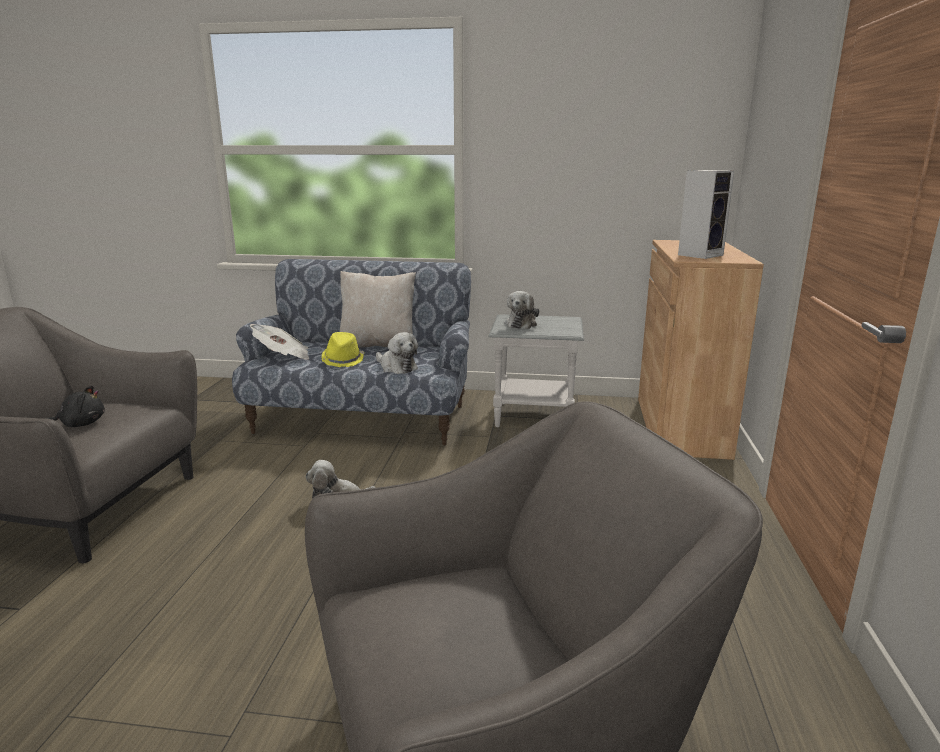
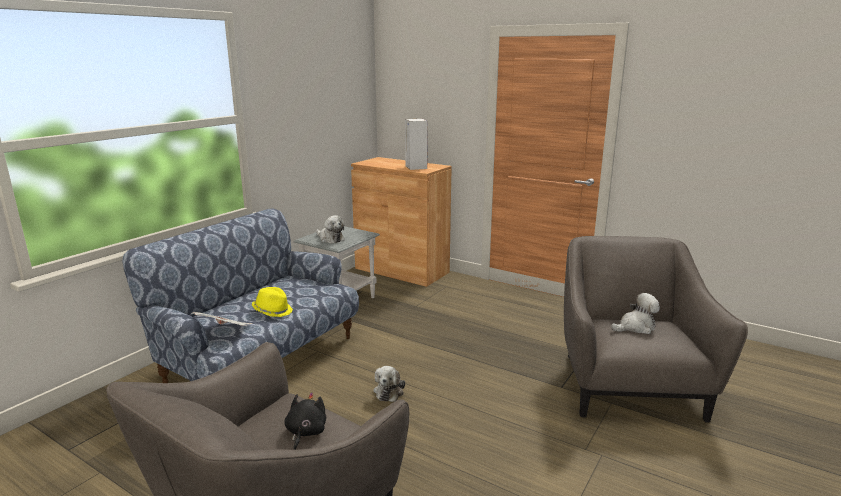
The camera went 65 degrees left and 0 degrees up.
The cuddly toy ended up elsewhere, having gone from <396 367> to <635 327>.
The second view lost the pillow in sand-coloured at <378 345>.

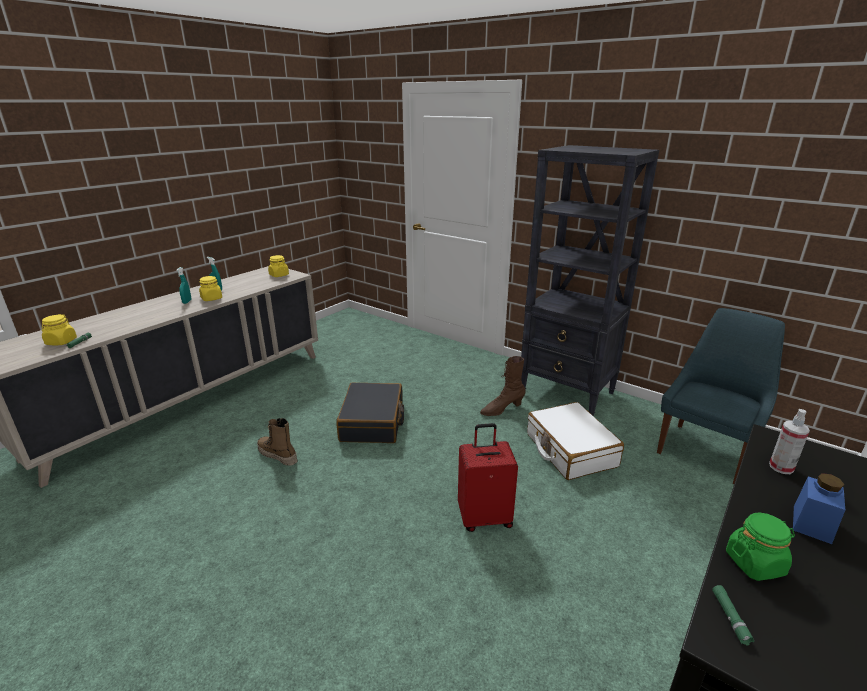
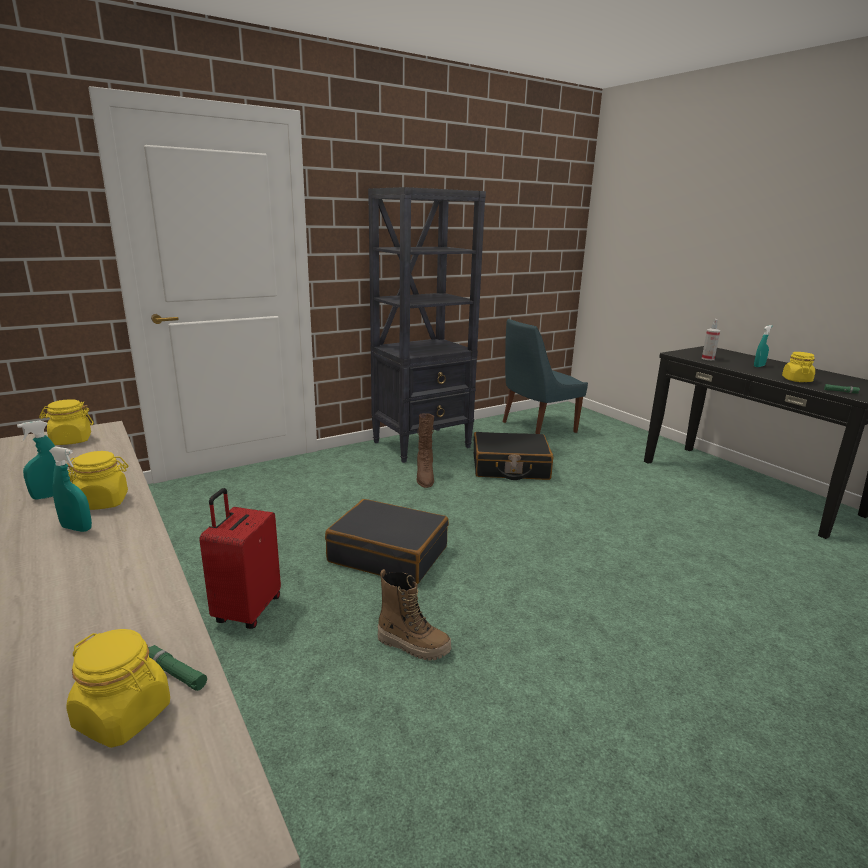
The camera went 70 degrees left and 5 degrees down.
The travel case in red ended up elsewhere, having gone from <484 517> to <246 610>.
The tall boot at <277 455> ended up facing another way, 120 degrees counterclockwise from before.
What was the travel case in whitish at <570 450> turned into the travel case in blackish at <510 467>.
The plain chair in blue-coloured at <706 451> ended up facing another way, 90 degrees counterclockwise from before.
Where the storage jar in blue-coloured stood at <812 524>, the spray bottle in turquoise came to stand at <759 366>.
What was the storage jar in green-coloured at <754 563> turned into the storage jar in yellowish at <796 380>.

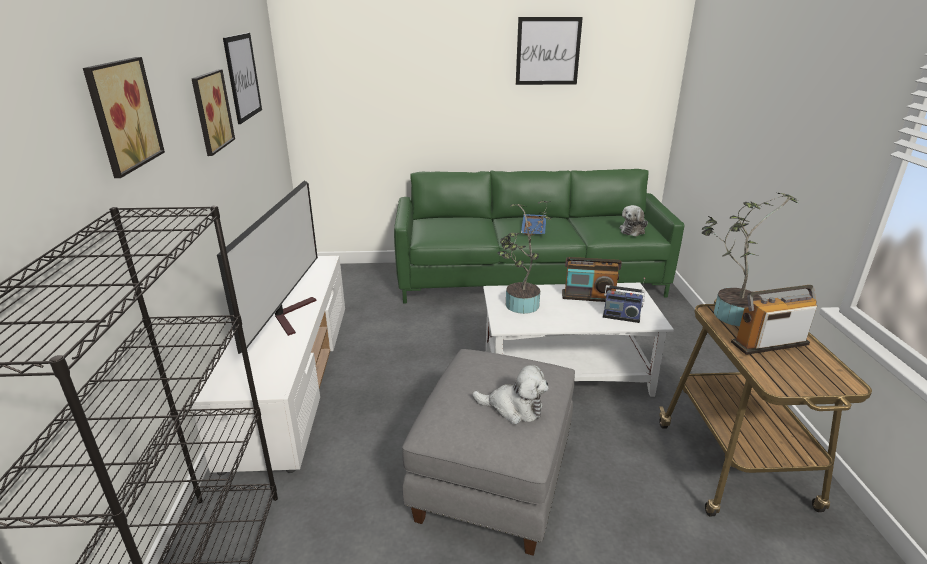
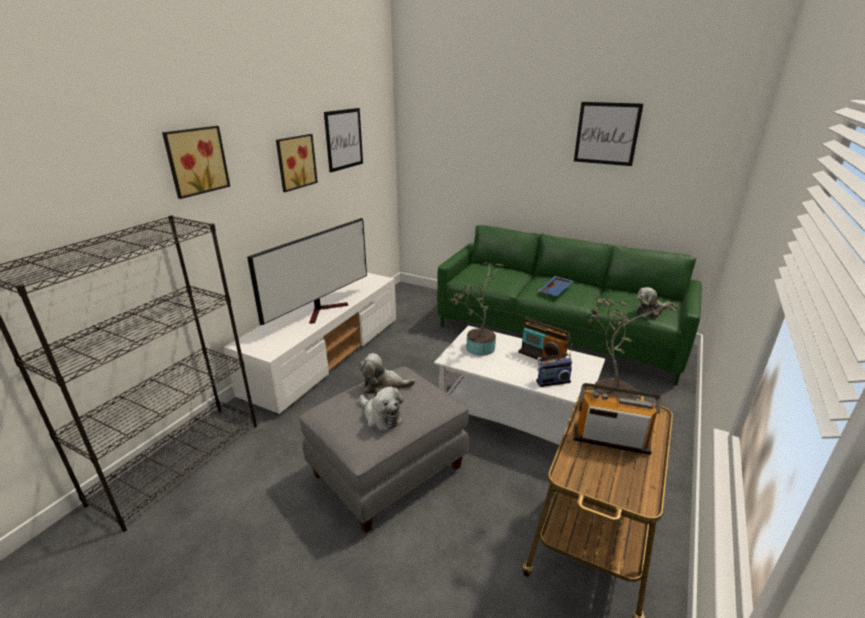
The camera went 30 degrees right and 0 degrees up.
The second view gained the cuddly toy at <384 386>.
The radio at <621 316> ended up facing another way, 60 degrees counterclockwise from before.

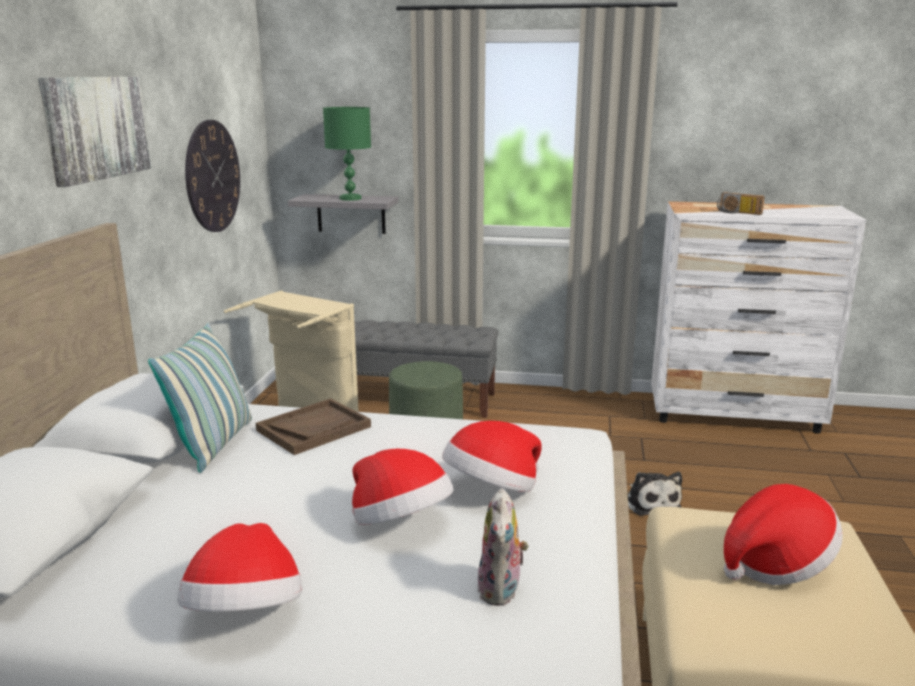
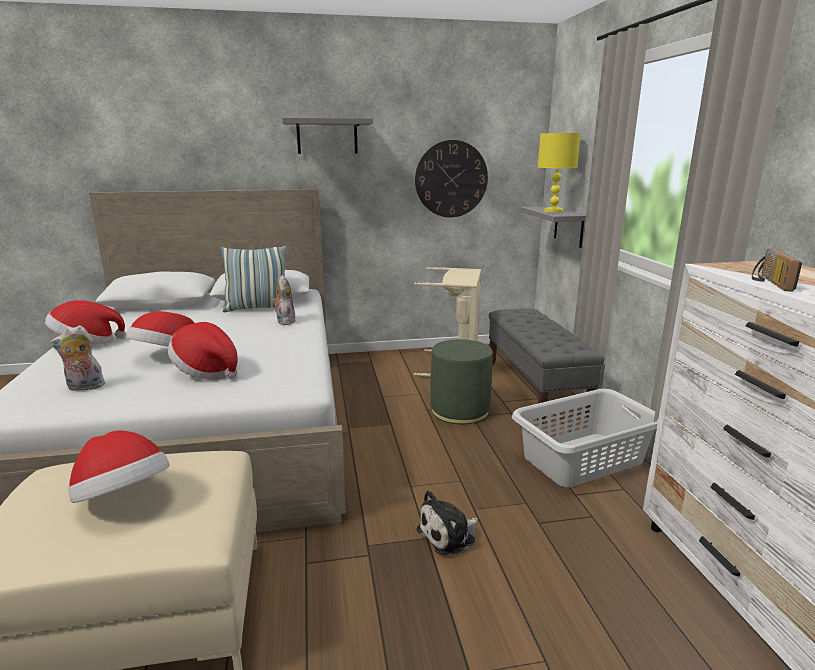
The camera went 70 degrees right and 0 degrees up.
Where the tray in brown stood at <314 428>, the cuddly toy came to stand at <284 321>.
Where the picture hung at <96 128>, the wall shelf in grey came to hang at <327 136>.
The second view gained the washing basket in grey at <581 459>.
What was the table lamp in green-coloured at <350 198> turned into the table lamp in yellowish at <553 211>.

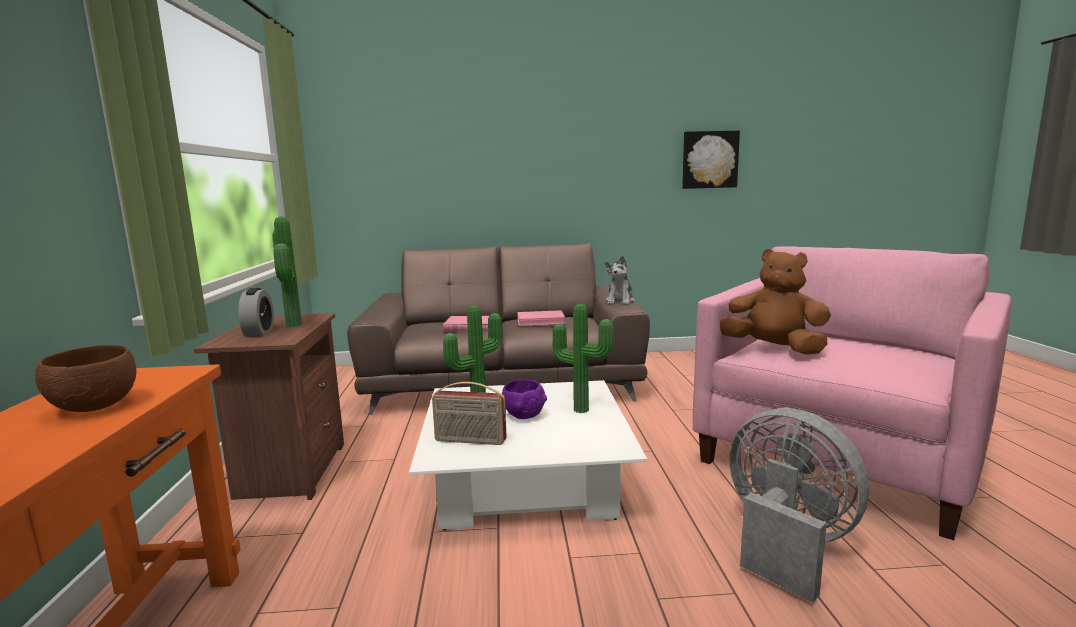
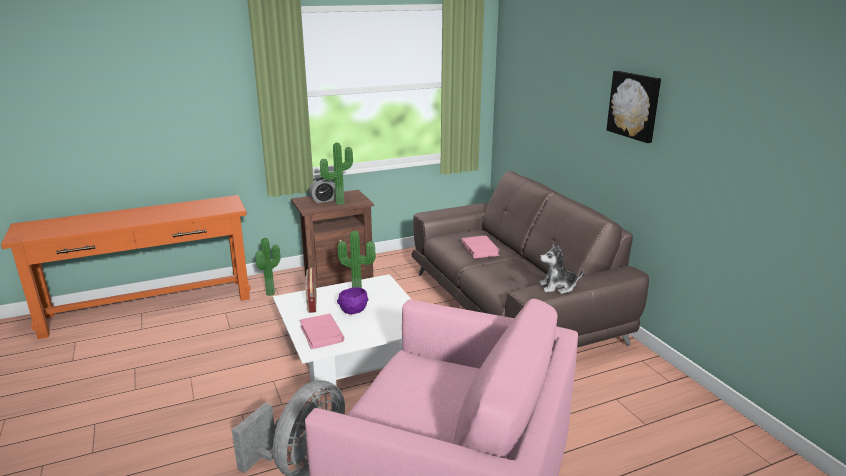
The camera went 70 degrees right and 10 degrees up.
The houseplant ended up elsewhere, having gone from <582 409> to <272 294>.
The book in pink-coloured ended up elsewhere, having gone from <541 321> to <321 334>.
The picture ended up elsewhere, having gone from <709 160> to <634 105>.
The second view lost the bowl in brown at <93 407>.
The second view lost the cuddly toy in brown at <773 349>.

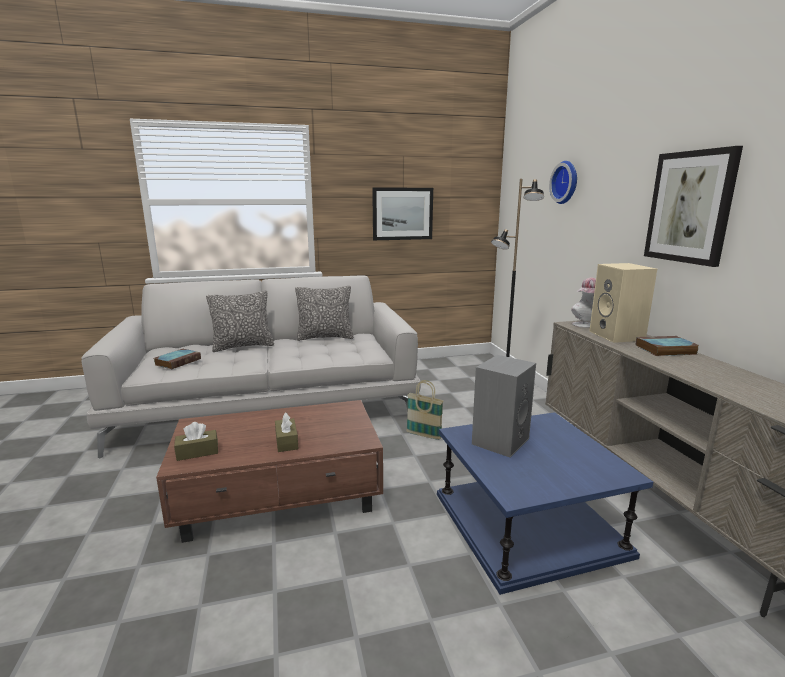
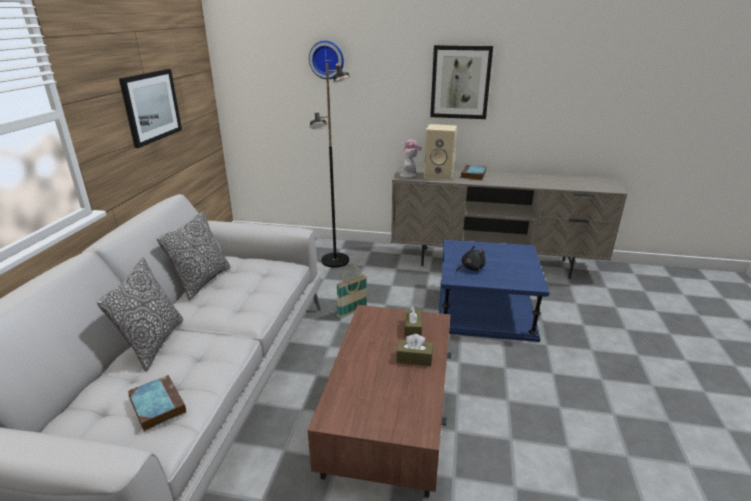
The camera went 65 degrees left and 10 degrees up.
The tissue holder in brown ended up elsewhere, having gone from <197 452> to <412 328>.
Where the speaker in grey stood at <500 440>, the cuddly toy in blackish came to stand at <471 268>.

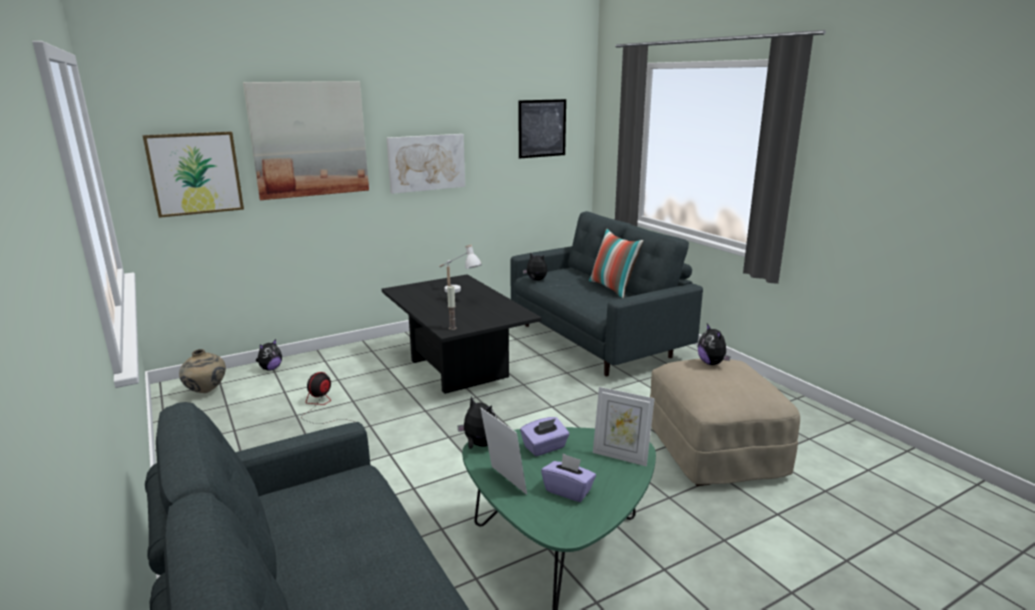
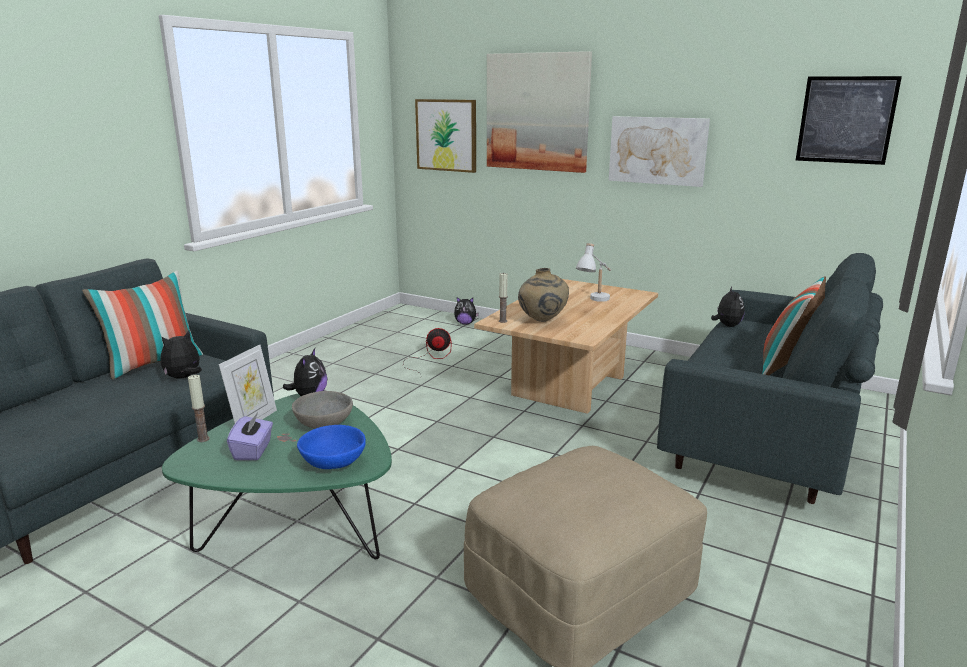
The camera went 60 degrees right and 0 degrees up.
The second view gained the pillow at <153 364>.
The cuddly toy ended up elsewhere, having gone from <712 363> to <183 378>.
The second view gained the candle at <203 439>.
Where the tissue holder in purple stood at <545 447>, the bowl in grey came to stand at <325 424>.
Where the photo frame stood at <620 456>, the bowl in blue-coloured came to stand at <334 463>.
What was the low table in blackish at <459 368> turned into the low table in sand-coloured at <569 386>.
The flower vase in sand-coloured ended up elsewhere, having gone from <207 392> to <542 321>.

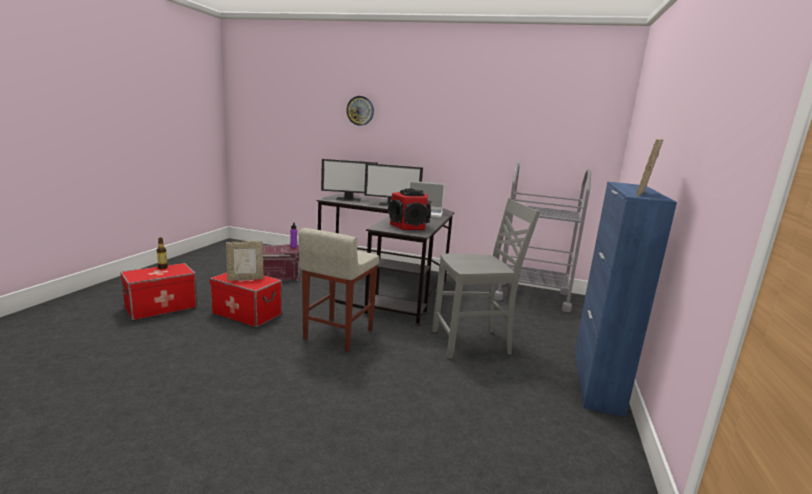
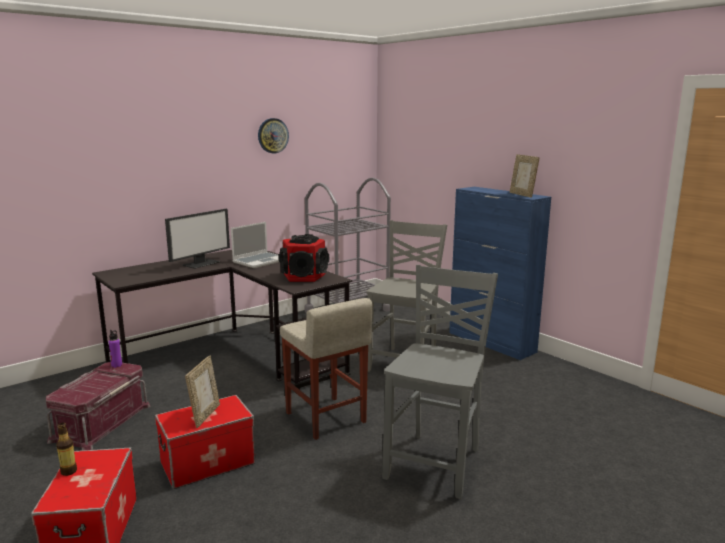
The camera went 55 degrees left and 0 degrees up.
The clock on the wall ended up elsewhere, having gone from <360 110> to <273 135>.
The second view gained the plain chair in grey at <436 463>.
The second view lost the computer display at <349 199>.

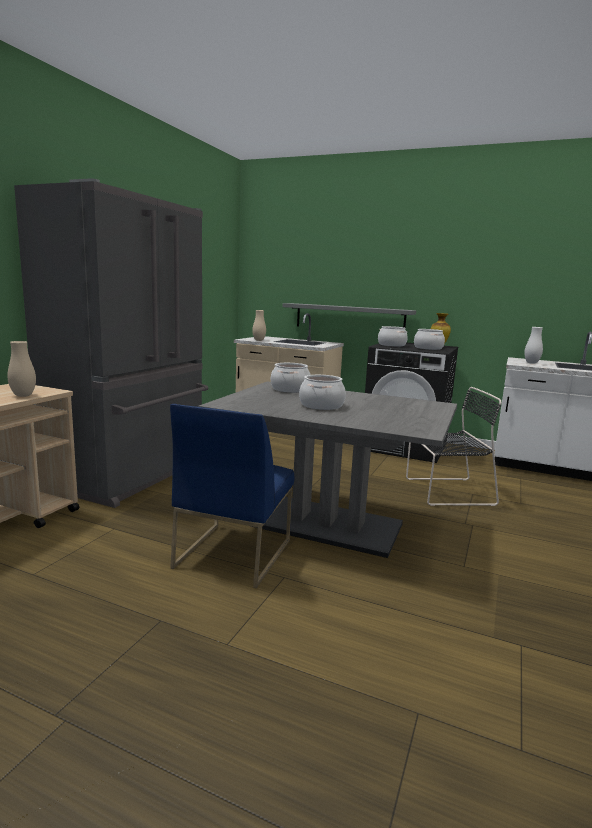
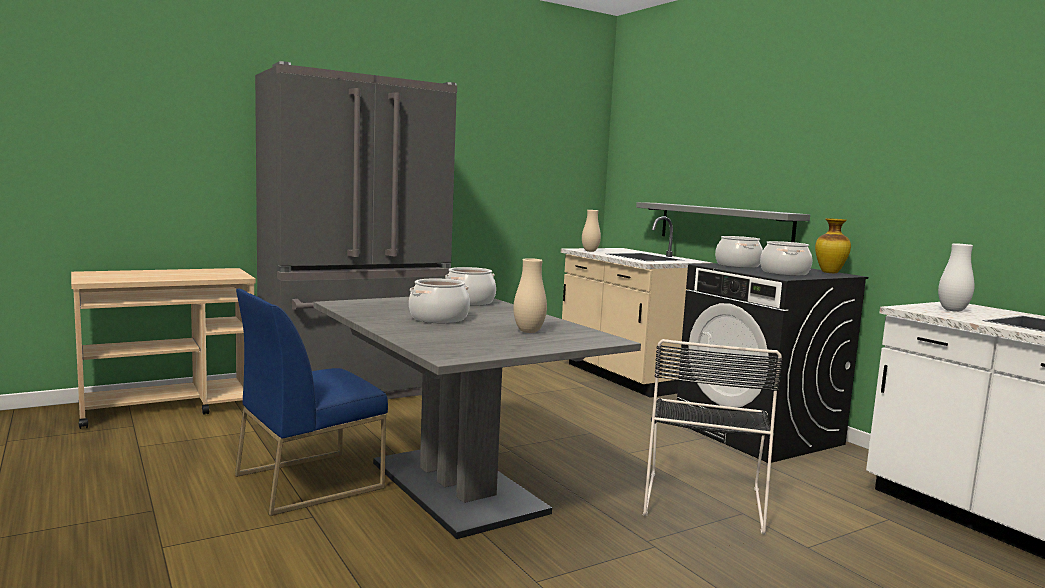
The camera went 35 degrees right and 5 degrees down.
The flower vase in sand-coloured ended up elsewhere, having gone from <23 395> to <528 331>.
The plain chair in blackish at <446 491> ended up facing another way, 75 degrees clockwise from before.

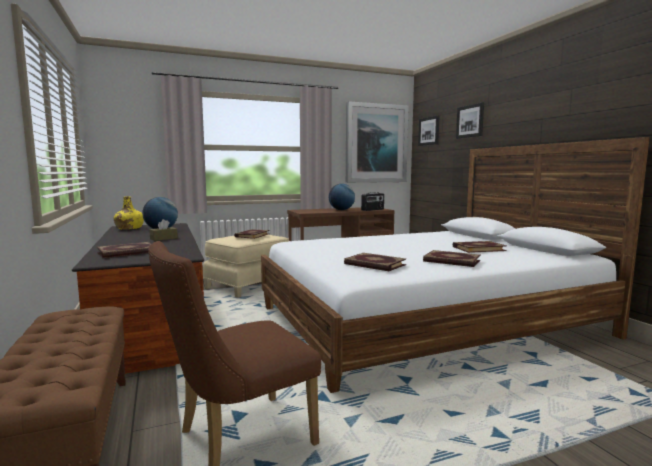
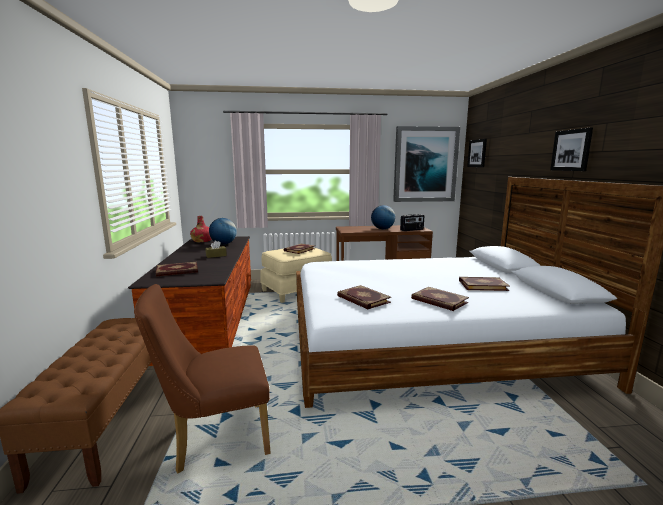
The camera went 15 degrees right and 5 degrees up.
What was the bottle in yellowish at <129 228> turned into the bottle in red at <202 241>.
The picture ended up elsewhere, having gone from <470 121> to <571 150>.

